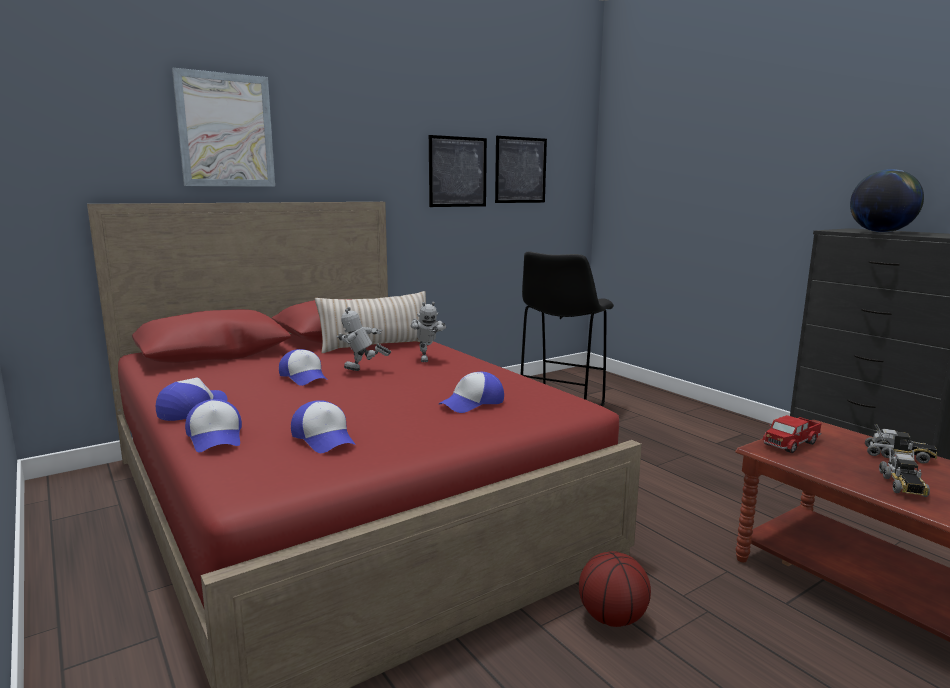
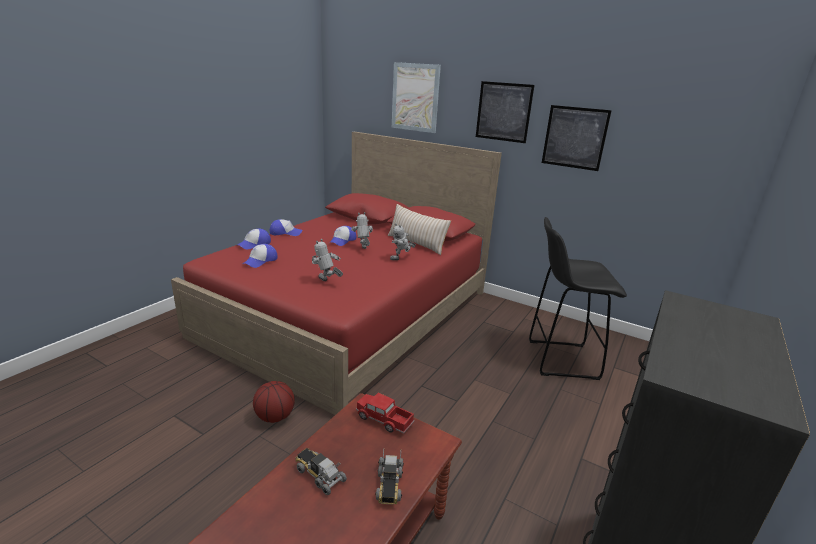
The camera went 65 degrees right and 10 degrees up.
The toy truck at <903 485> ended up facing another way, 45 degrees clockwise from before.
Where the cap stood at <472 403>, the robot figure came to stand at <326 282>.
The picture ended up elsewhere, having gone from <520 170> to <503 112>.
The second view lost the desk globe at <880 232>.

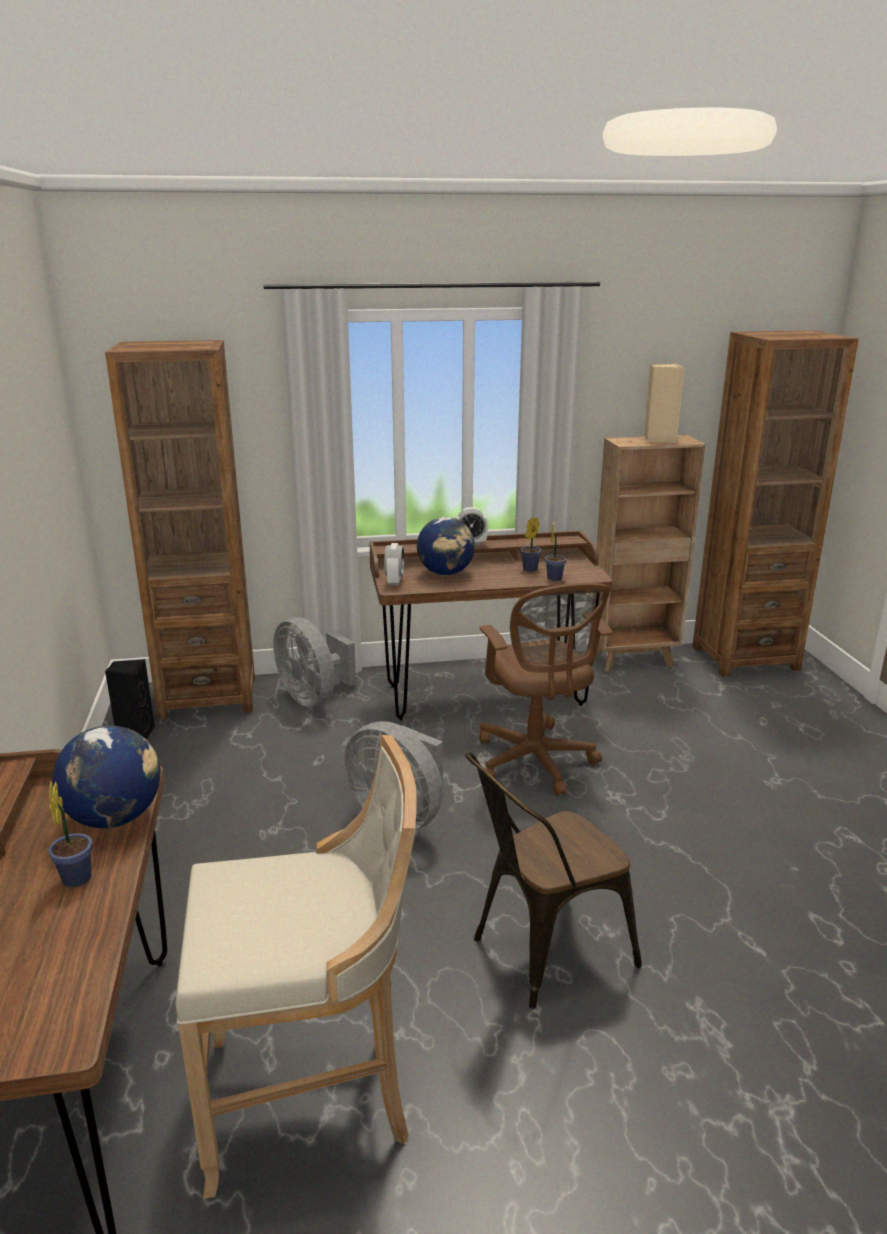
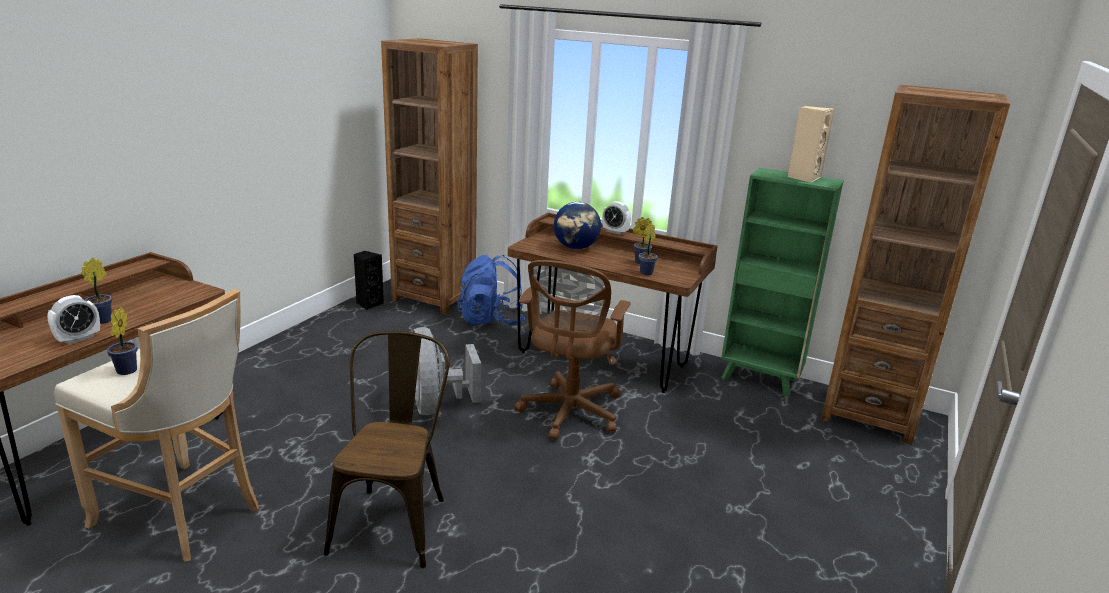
The camera went 35 degrees right and 0 degrees up.
The alarm clock ended up elsewhere, having gone from <394 581> to <78 338>.
The second view gained the houseplant at <125 372>.
The plain chair in brown at <542 953> ended up facing another way, 90 degrees clockwise from before.
Where the fan in grey stood at <314 697>, the rucksack in blue-coloured came to stand at <491 320>.
What was the bookcase in brown at <634 660> turned into the bookcase in green-coloured at <760 379>.
The second view lost the desk globe at <115 818>.

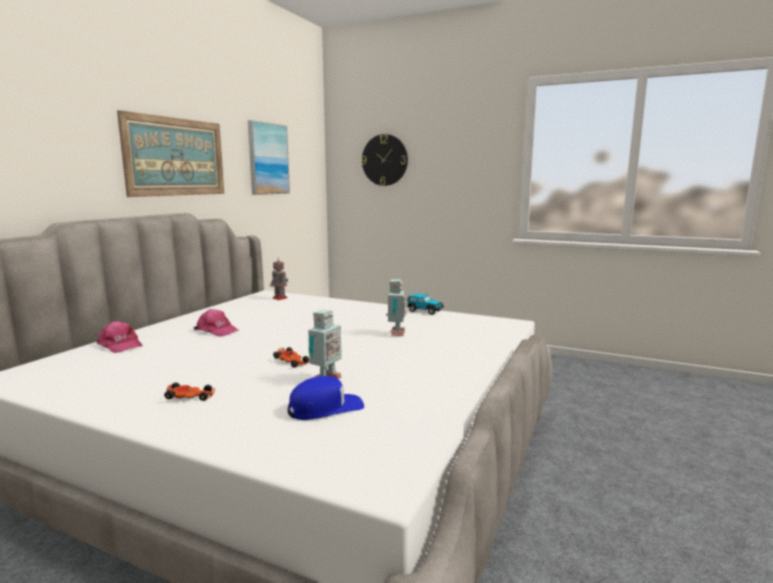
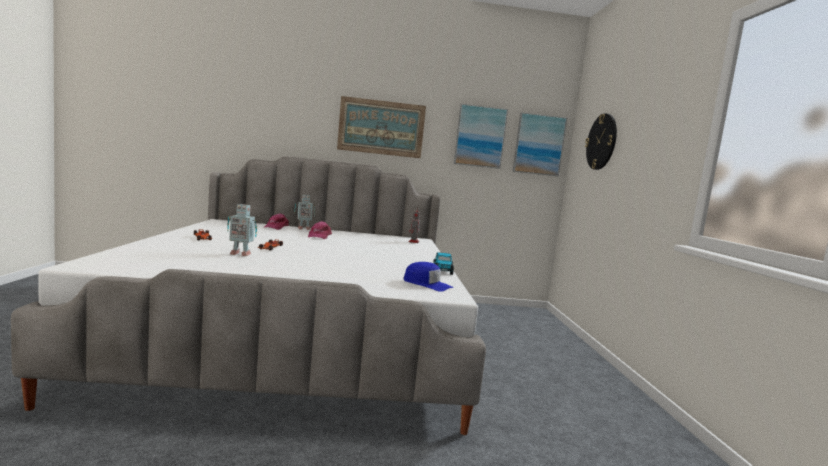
The camera went 60 degrees right and 5 degrees down.
The robot figure ended up elsewhere, having gone from <396 333> to <303 229>.
The cap in blue-coloured ended up elsewhere, having gone from <325 408> to <427 284>.
The second view gained the picture at <539 144>.

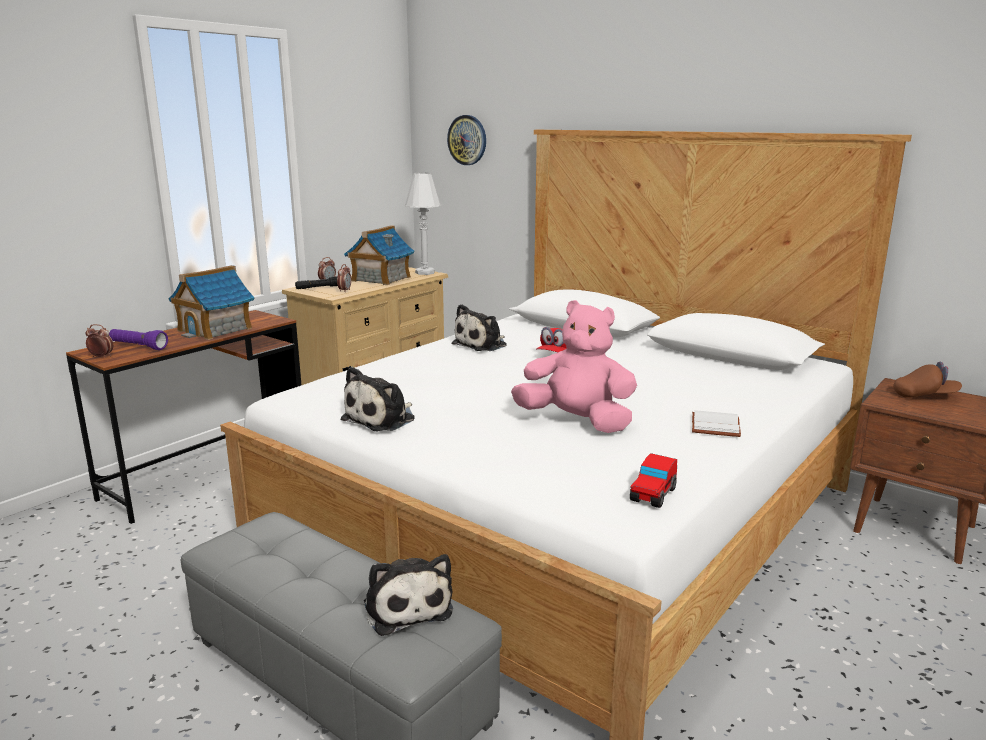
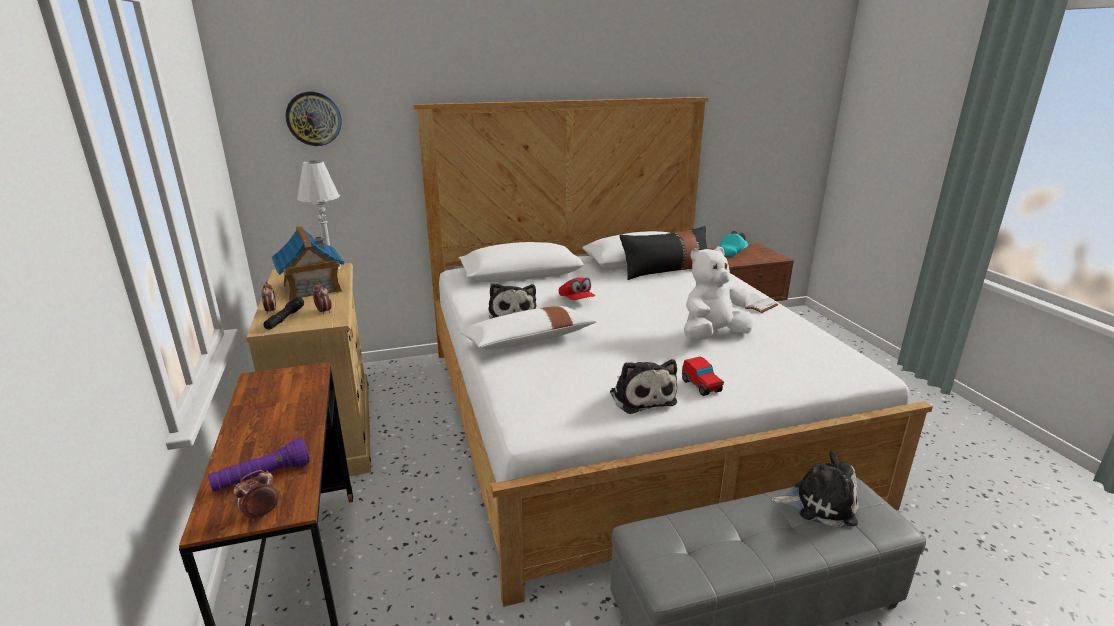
The camera went 55 degrees left and 5 degrees up.
The second view gained the pillow in whitish at <528 340>.
The second view gained the pillow in blackish at <666 271>.
The toy car ended up elsewhere, having gone from <652 495> to <701 386>.
What was the cuddly toy in pink-coloured at <576 422> turned into the cuddly toy in whitish at <712 335>.
What was the cap in brown at <924 396> turned into the cap in turquoise at <732 252>.
The second view lost the miniature house at <215 329>.

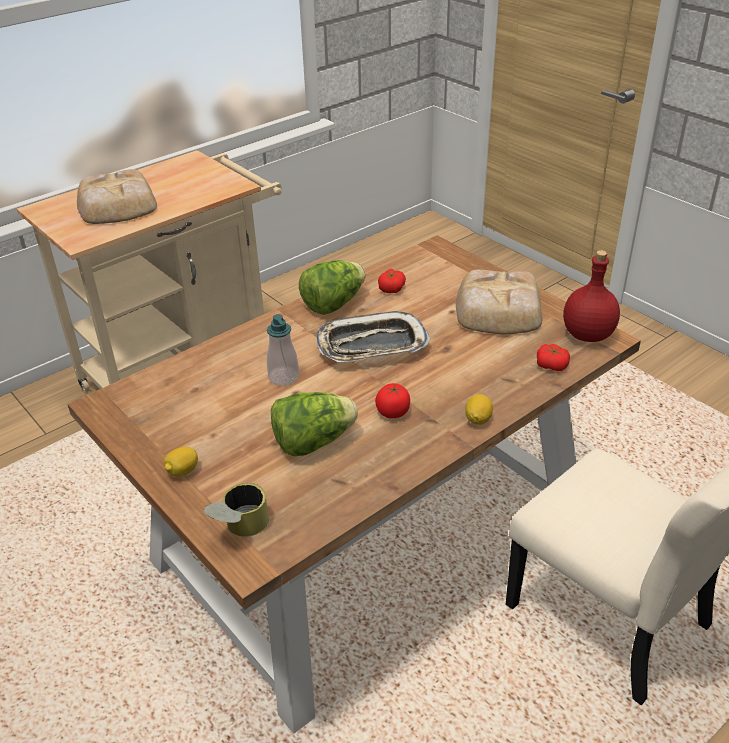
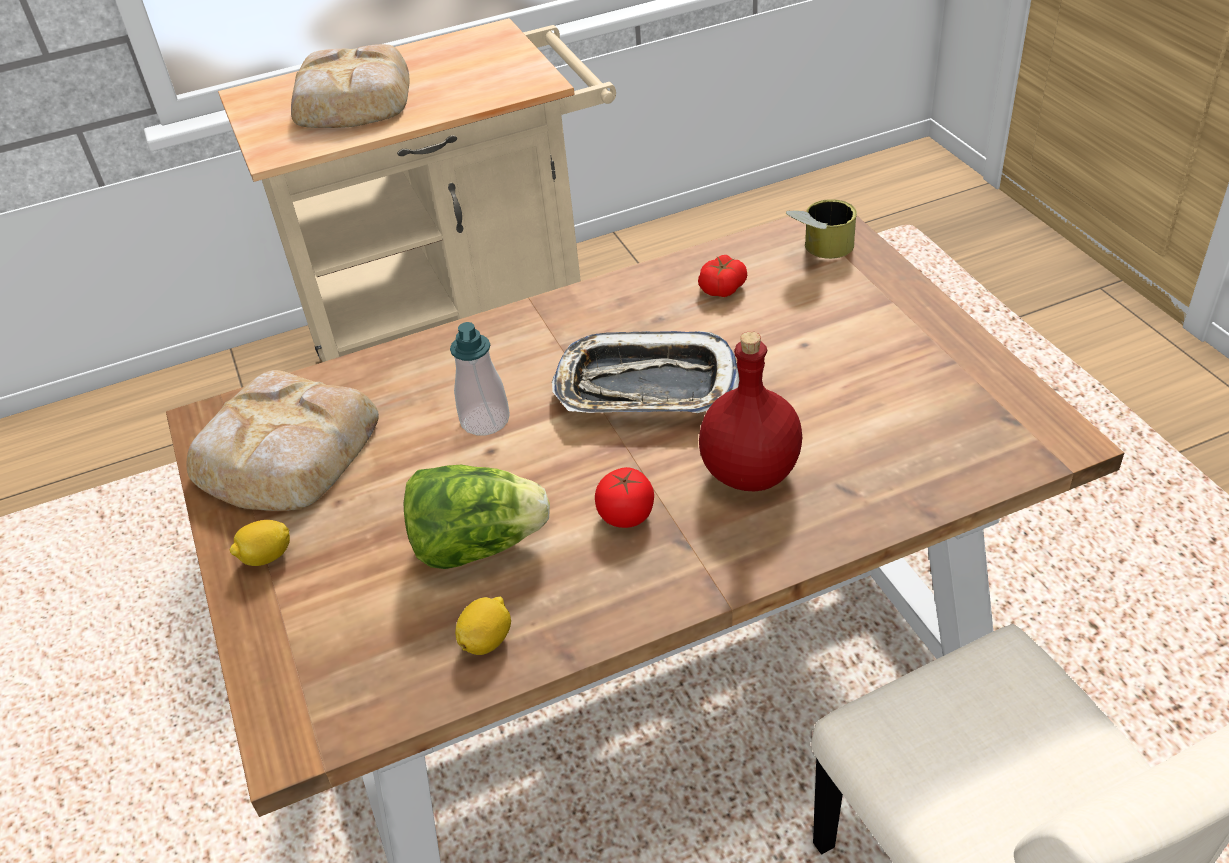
The camera went 20 degrees right and 5 degrees up.
The bakery bread ended up elsewhere, having gone from <497 310> to <283 452>.
The citrus fruit ended up elsewhere, having gone from <478 419> to <487 640>.
The bottle in red ended up elsewhere, having gone from <587 335> to <748 473>.
The metal can ended up elsewhere, having gone from <239 529> to <818 251>.
The second view lost the lettuce head at <333 304>.
The second view lost the whole tomato at <551 365>.

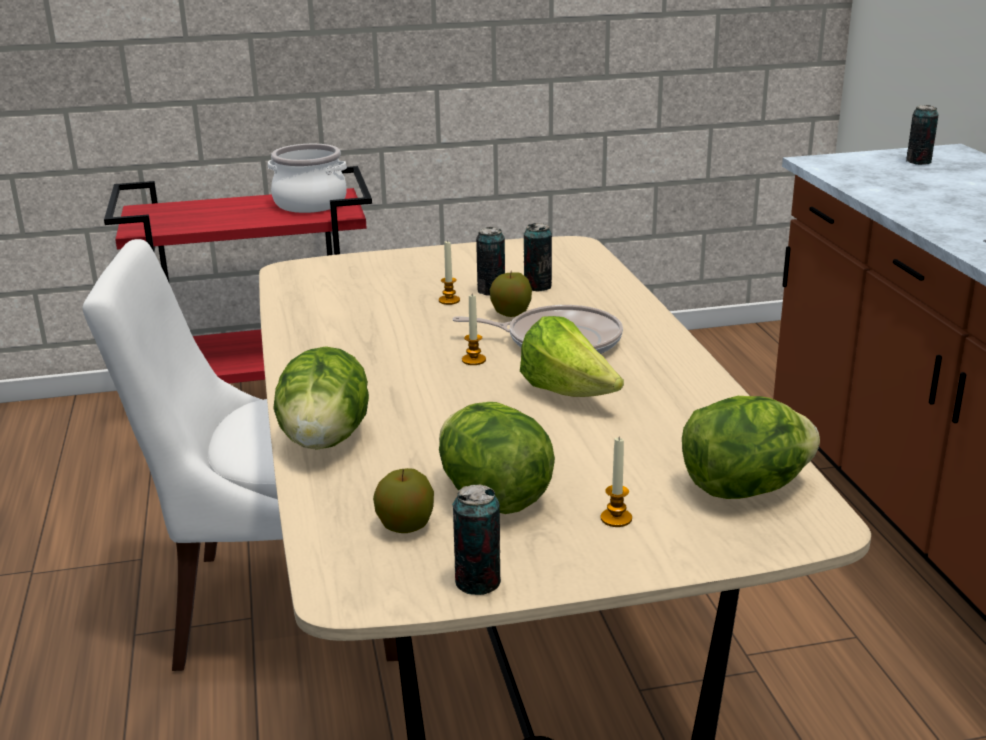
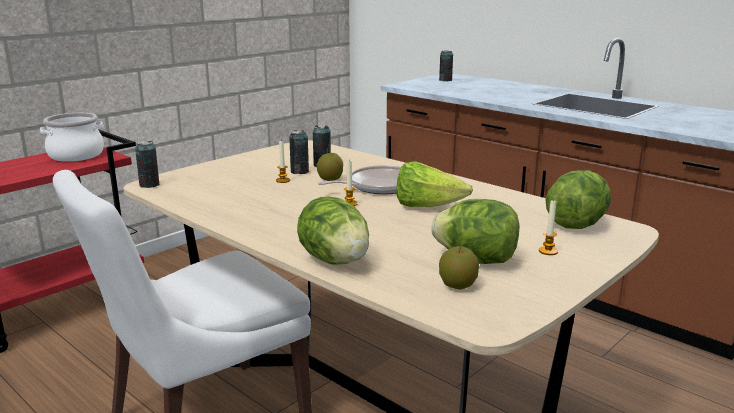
The camera went 35 degrees left and 5 degrees down.
The metal can ended up elsewhere, having gone from <478 582> to <149 185>.

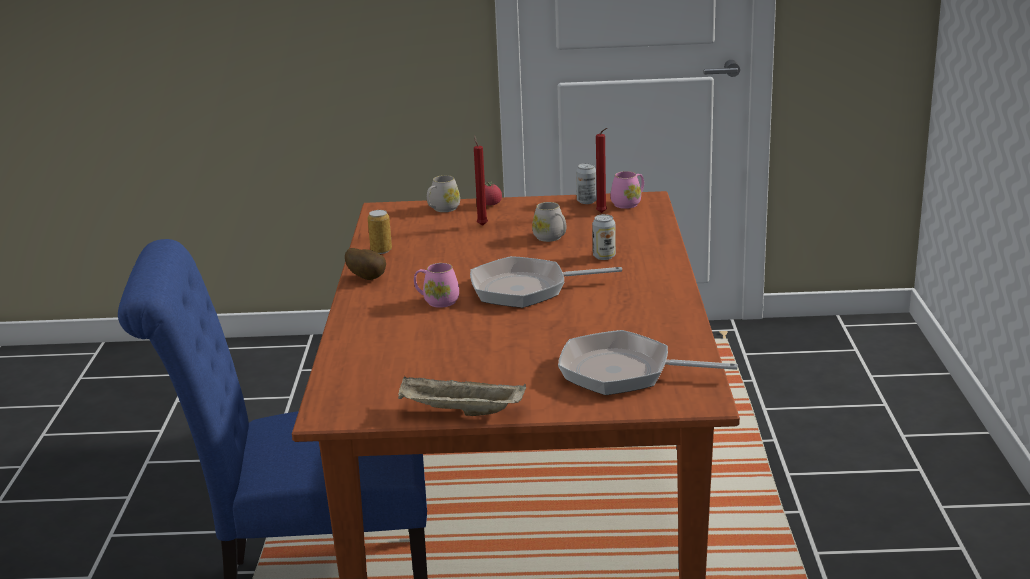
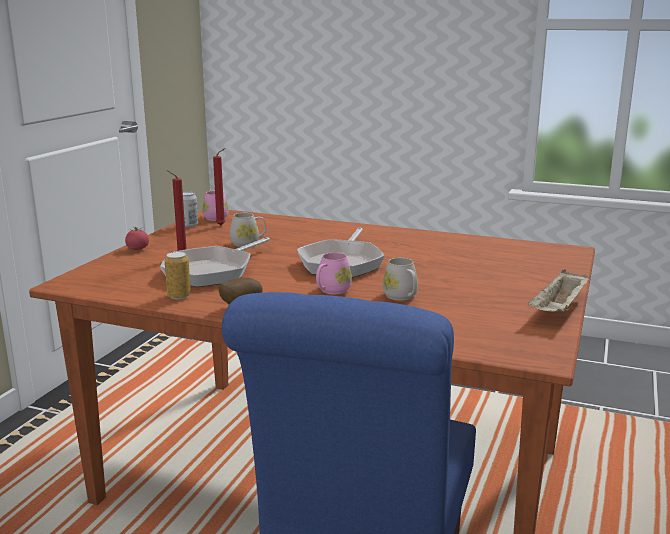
The camera went 70 degrees left and 5 degrees down.
The frying pan ended up elsewhere, having gone from <624 372> to <213 271>.
The mug in whitish ended up elsewhere, having gone from <442 209> to <402 297>.
The second view lost the metal can at <604 256>.

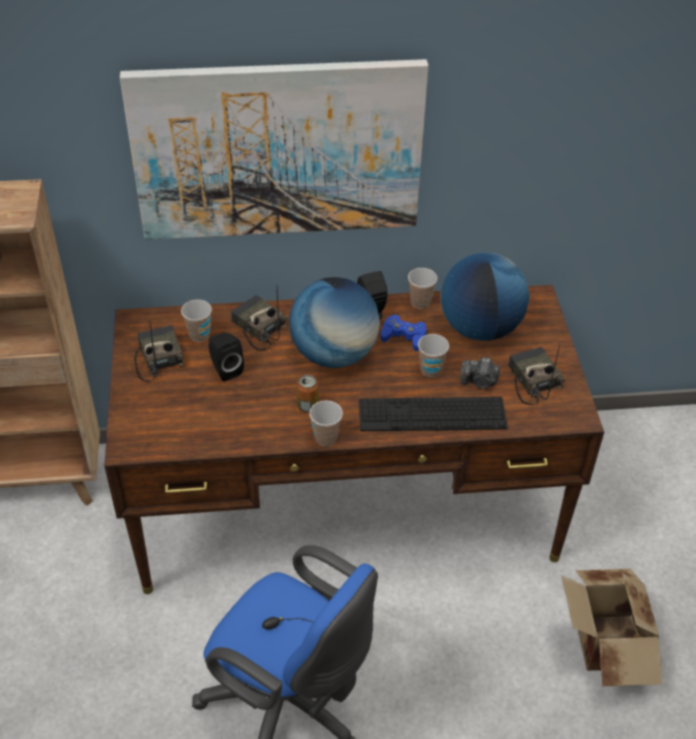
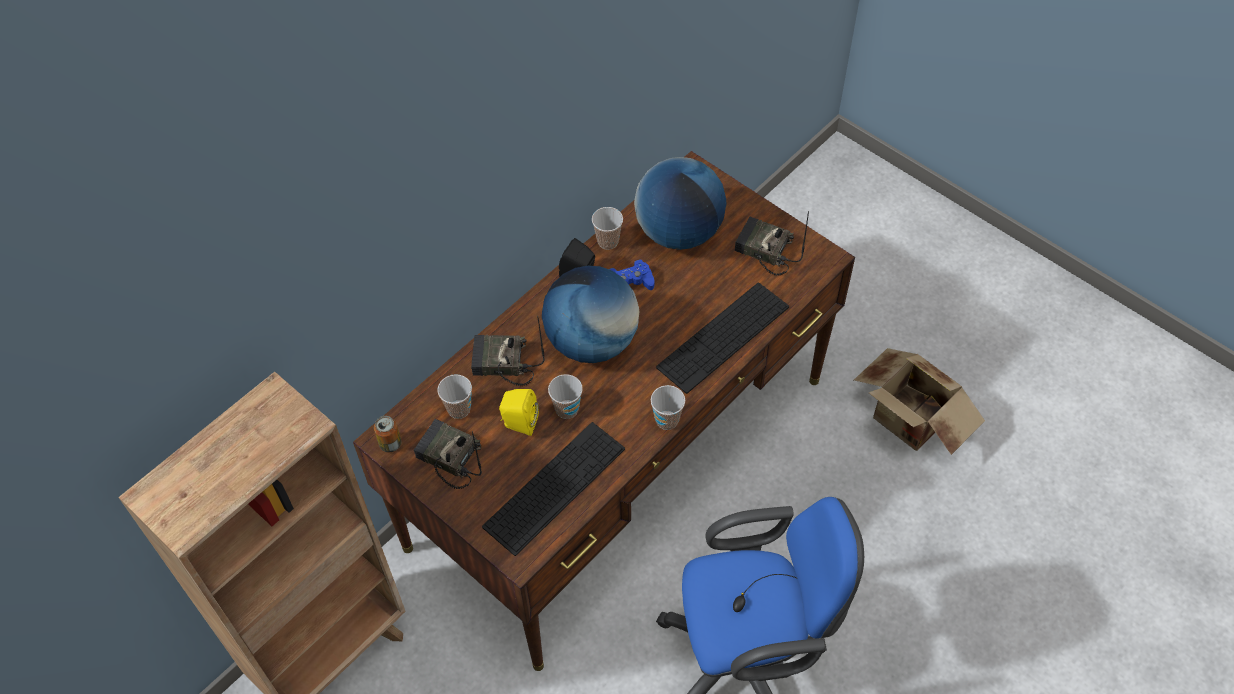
The camera went 40 degrees left and 10 degrees up.
The metal can ended up elsewhere, having gone from <307 406> to <390 443>.
The second view gained the keyboard at <555 487>.
What was the speaker in blackish at <225 369> turned into the speaker in yellowish at <519 423>.
The drinking cup ended up elsewhere, having gone from <430 370> to <567 409>.
The second view lost the picture at <278 150>.
The second view lost the photo camera at <479 382>.

